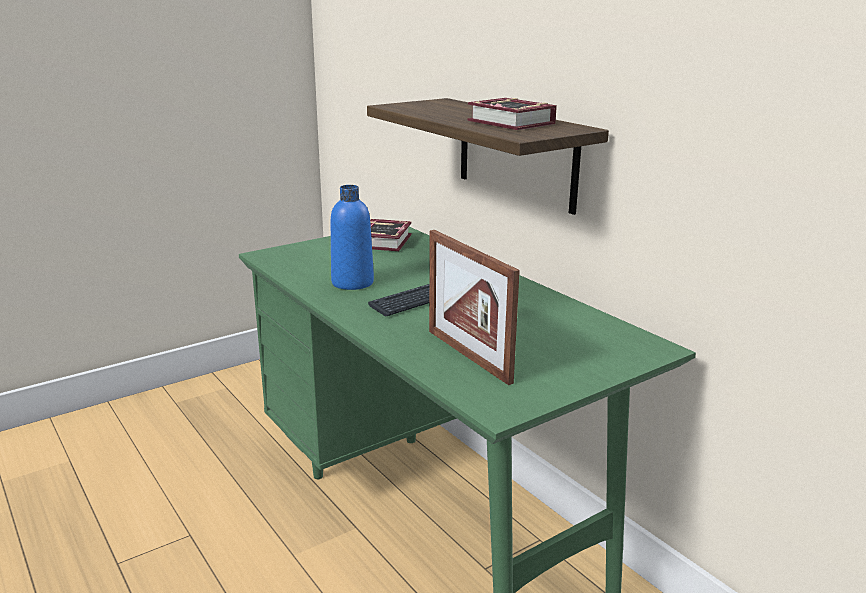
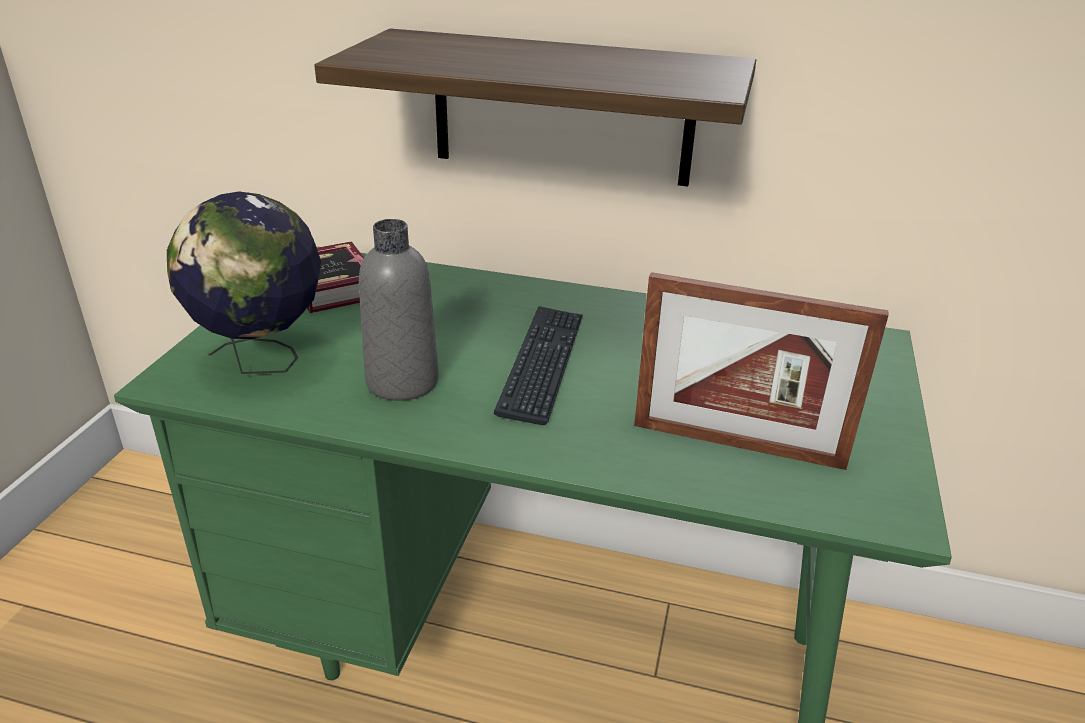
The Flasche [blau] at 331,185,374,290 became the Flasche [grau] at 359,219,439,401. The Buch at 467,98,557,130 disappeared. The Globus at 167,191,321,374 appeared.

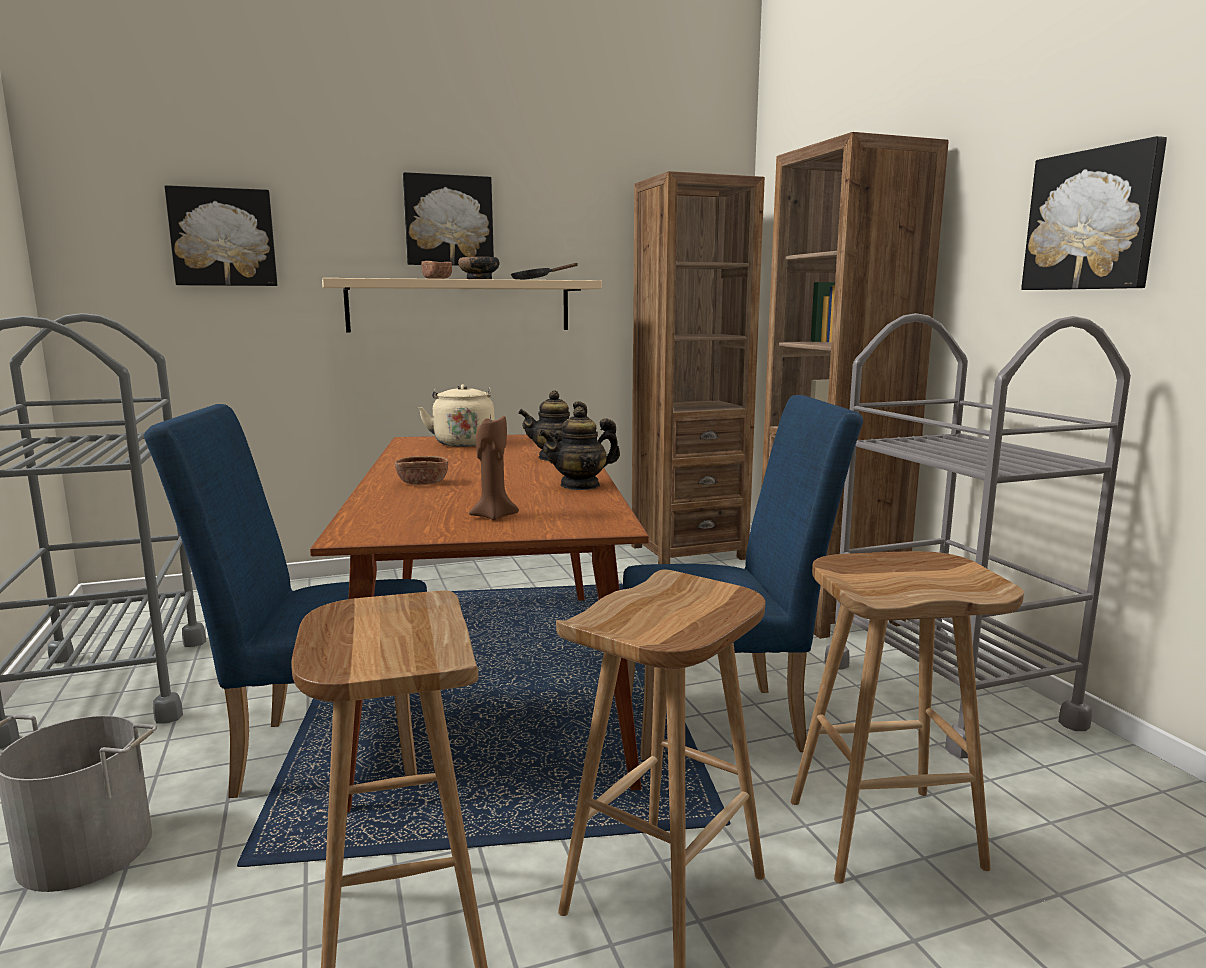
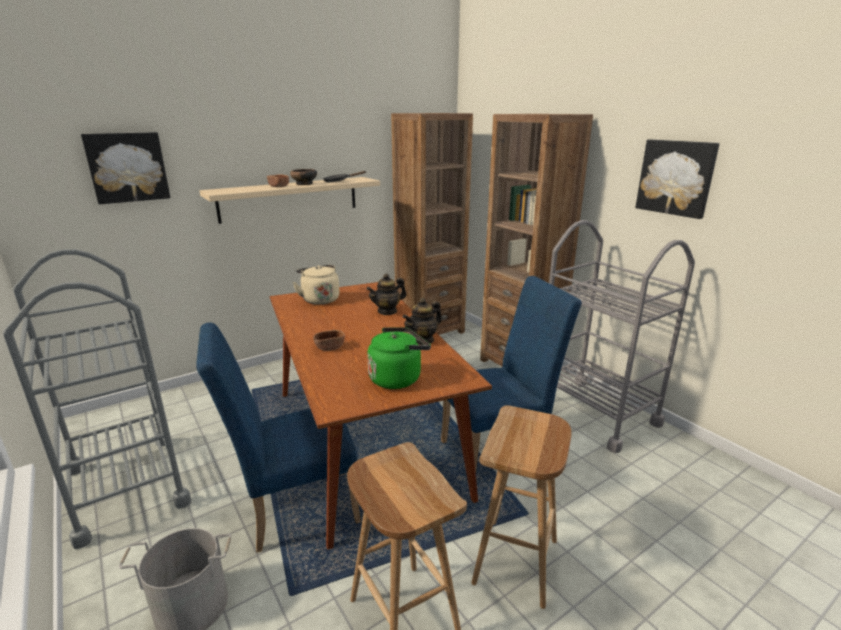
The Bild at 403,172,494,266 disappeared. The Kerze [braun] at 469,414,519,520 was replaced by the Wasserkessel [grün] at 367,327,431,389. The Hocker [braun] at 791,551,1024,883 disappeared.

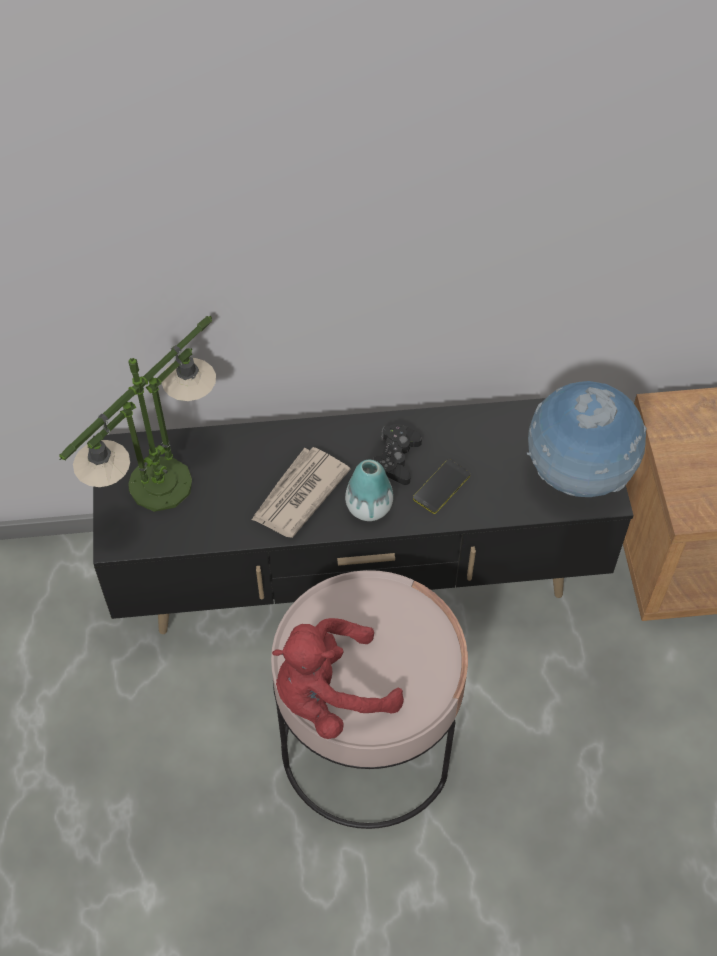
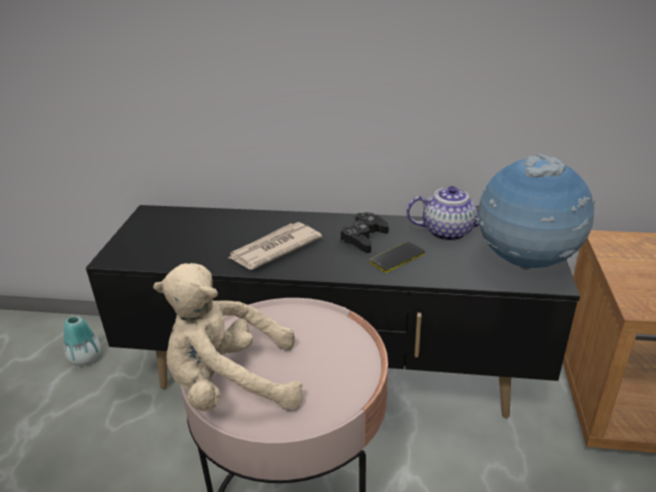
The Tischlampe at 59,315,216,512 disappeared. The Plüschtier [rot] at 272,618,404,739 became the Plüschtier [beige] at 153,263,303,411. The Vase moved from 345,460,393,521 to 64,316,100,366. The Teekanne at 406,186,479,241 appeared.

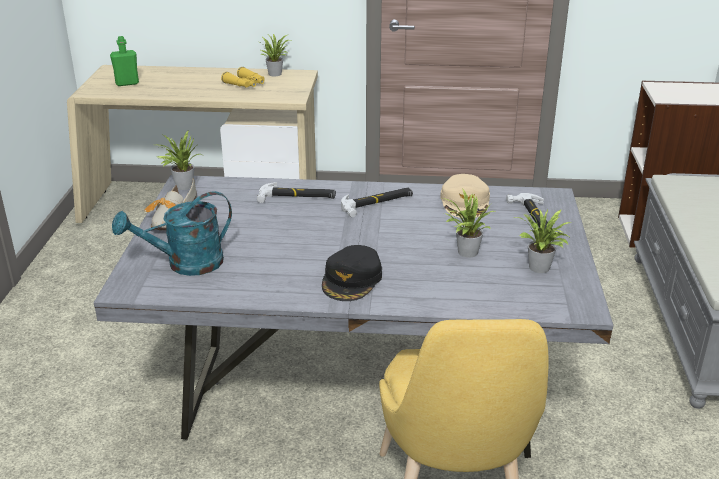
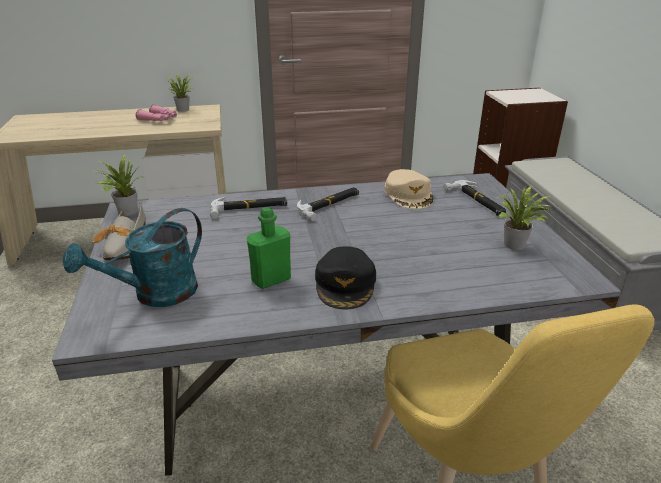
The Flasche [grün] moved from 110,36,139,86 to 247,207,291,289. The Fernglas [gelb] at 221,67,265,88 became the Fernglas [rosa] at 136,105,177,121. The Topfpflanze at 443,188,495,258 disappeared.

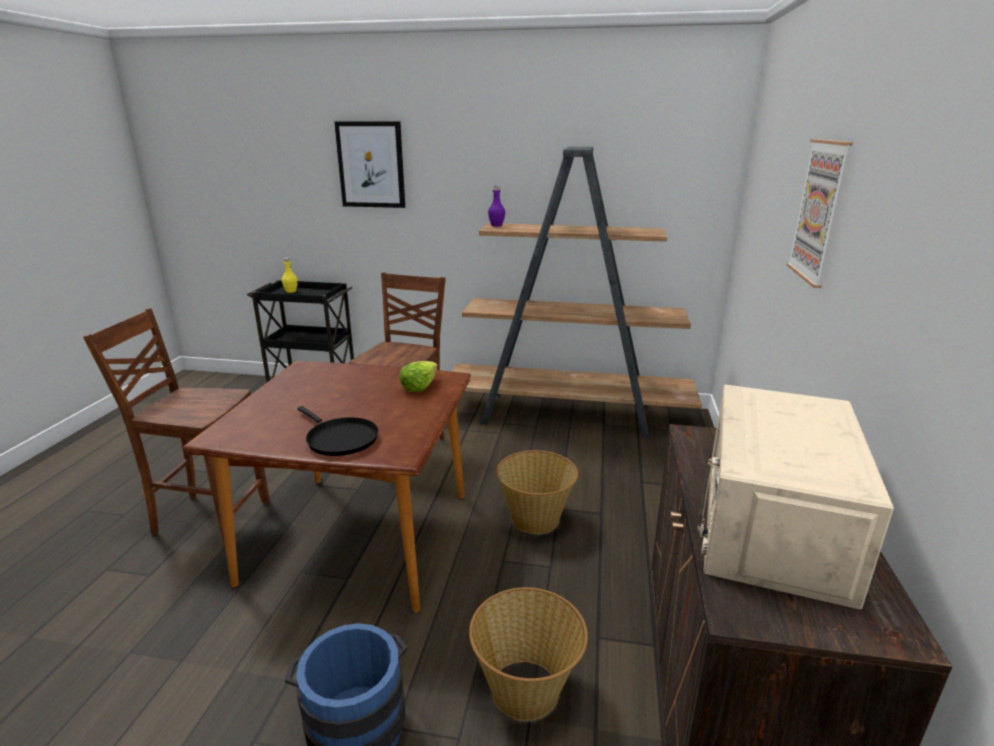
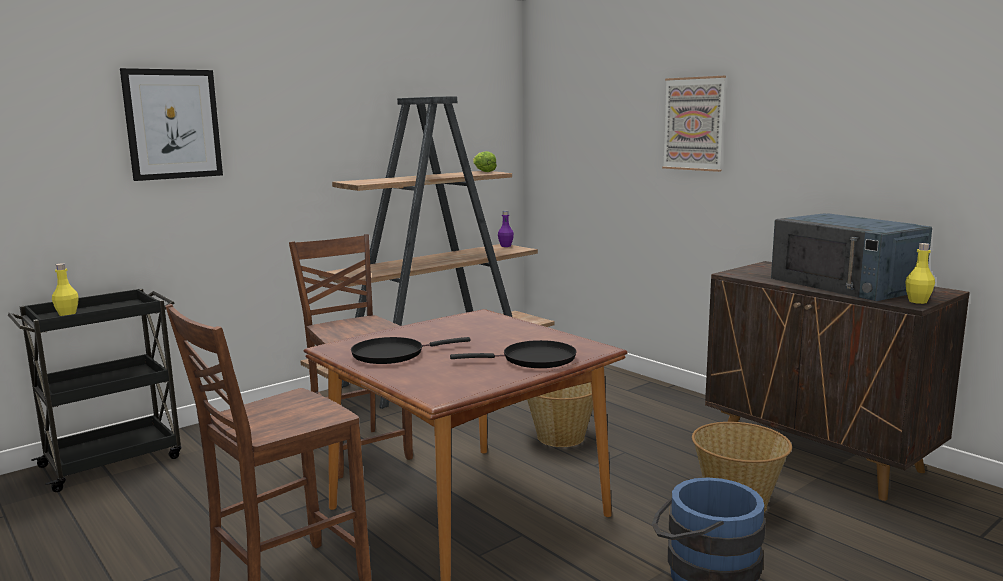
The Salatkopf moved from 399,361,438,392 to 473,151,497,172. The Flasche [lila] moved from 488,186,505,226 to 498,211,514,247. The Mikrowelle [beige] at 697,385,894,609 became the Mikrowelle [blau] at 771,213,932,301. The Pfanne [schwarz] at 351,337,471,364 appeared. The Flasche [gelb] at 905,243,935,304 appeared.

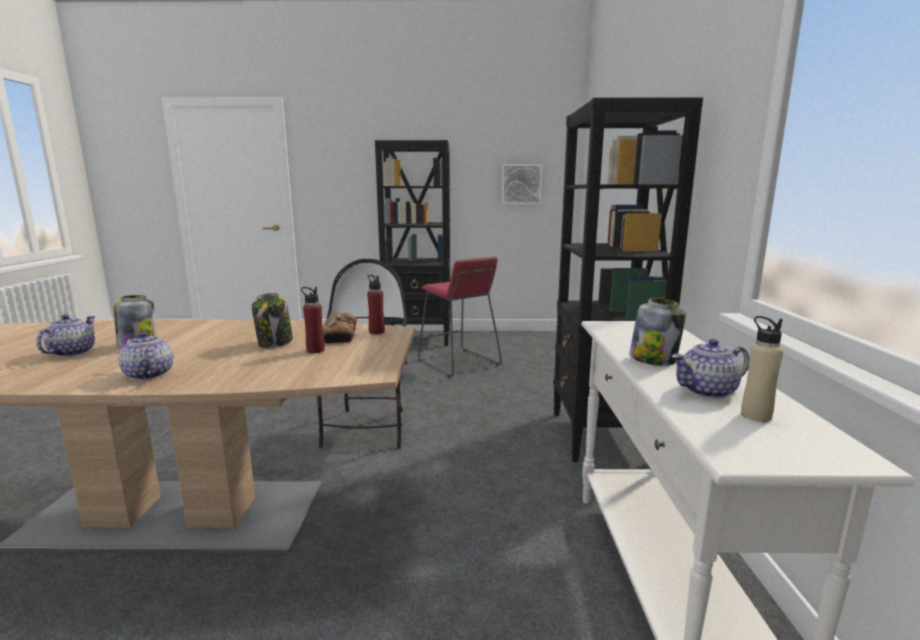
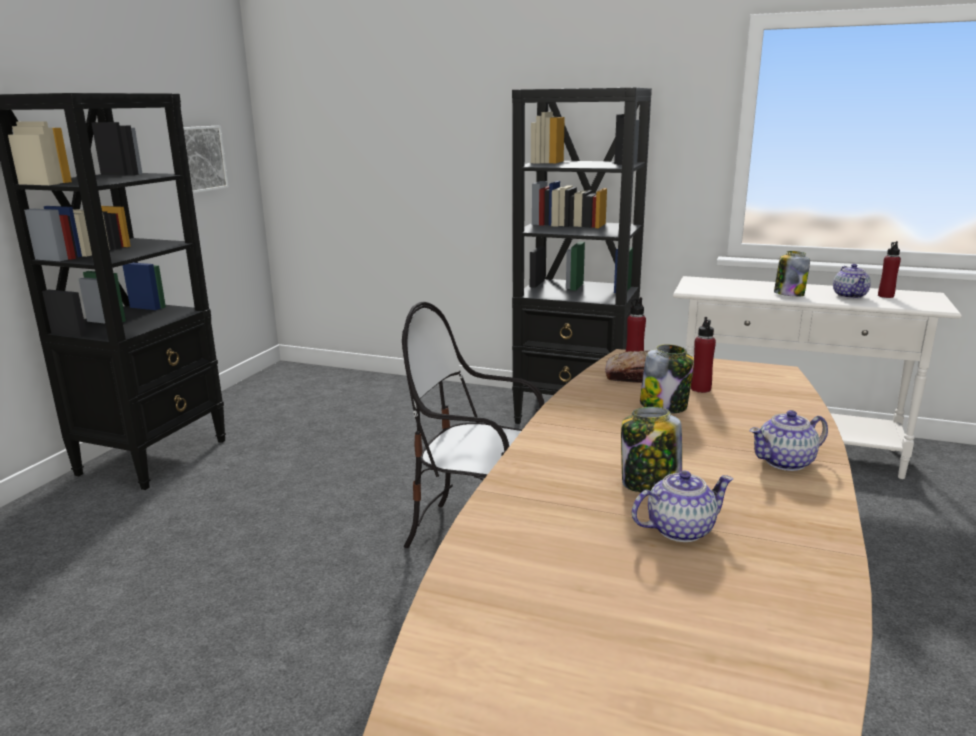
The Teekanne at 36,314,96,357 turned 135 degrees clockwise. The Hocker [rot] at 418,257,502,378 disappeared. The Flasche [beige] at 741,316,784,422 became the Flasche [rot] at 878,241,901,298.

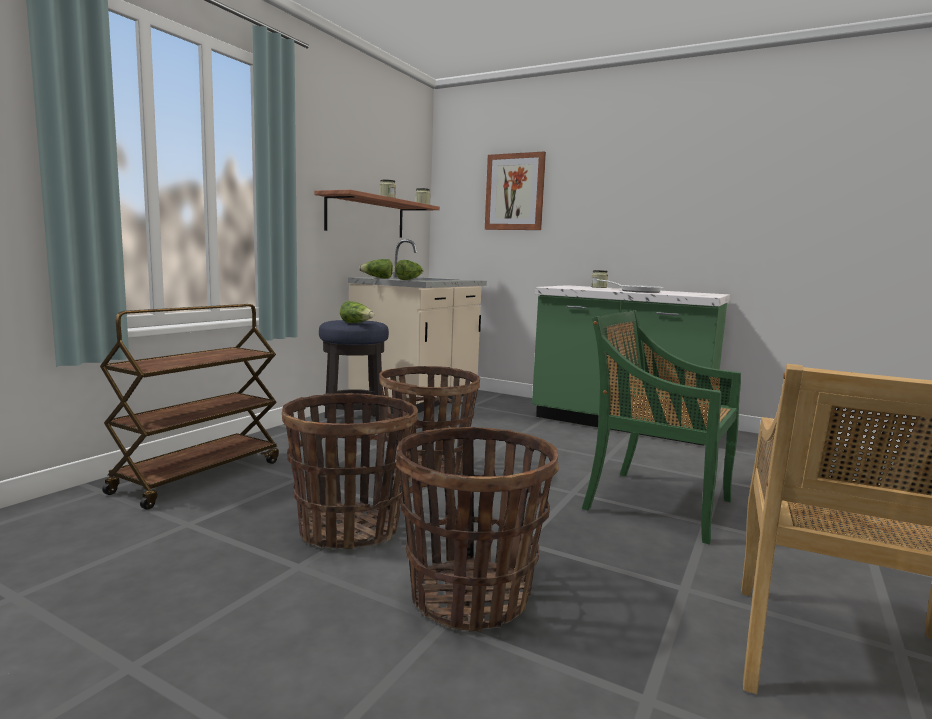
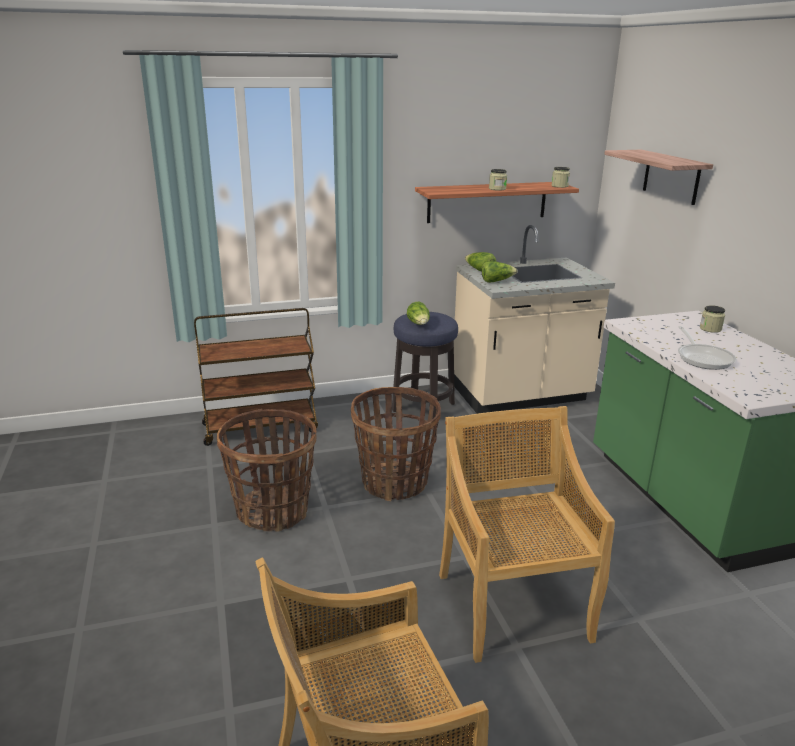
The Korb at 396,427,559,632 disappeared. The Bild at 485,152,546,230 was replaced by the Wandregal at 604,150,713,205. The Stuhl [grün] at 582,310,741,545 became the Stuhl [beige] at 439,406,615,663.

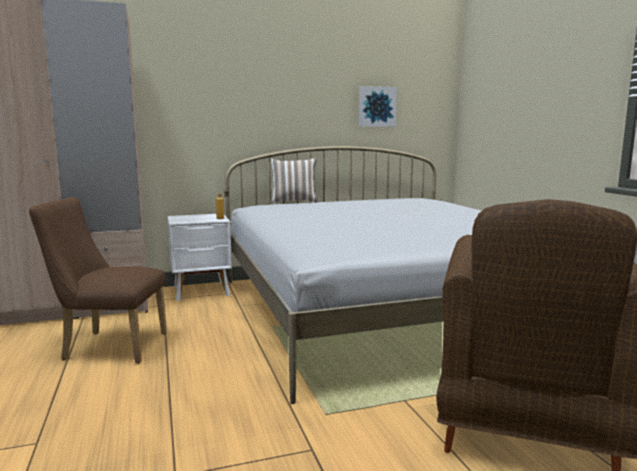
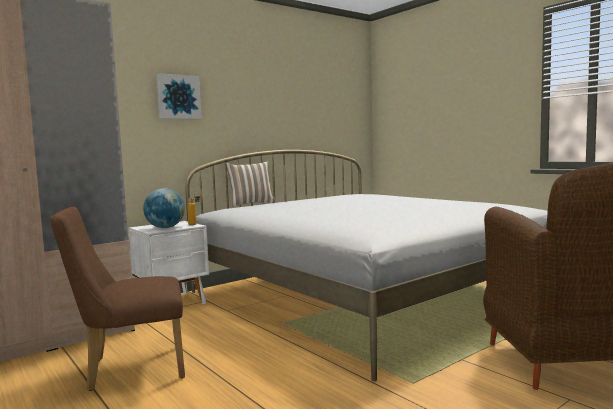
The Bild moved from 359,86,397,127 to 156,73,202,119. The Globus at 143,188,185,228 appeared.

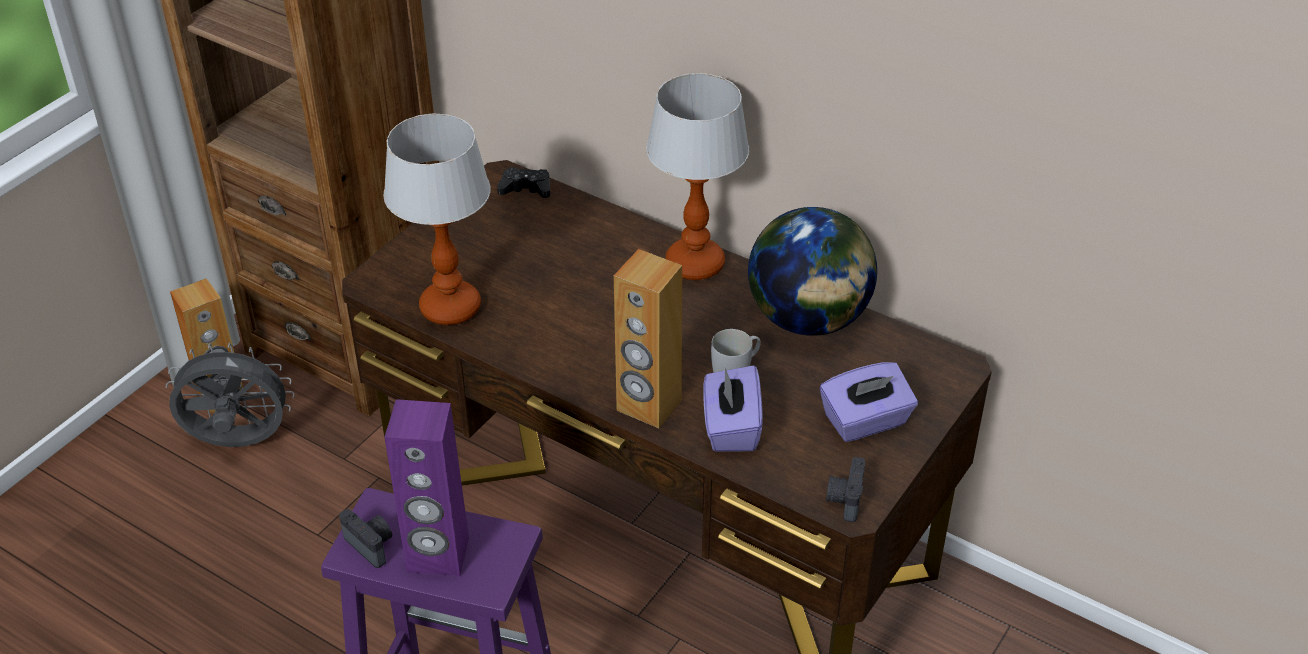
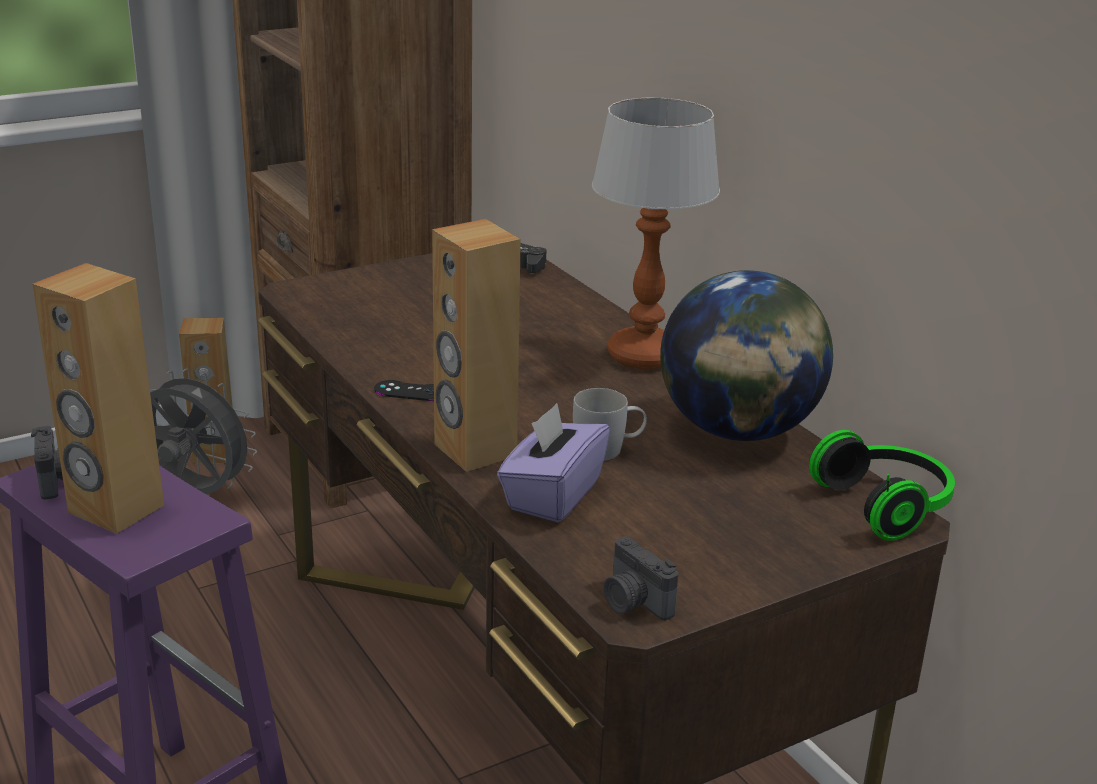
The Tischlampe at 383,113,491,325 disappeared. The Lautsprecher [lila] at 384,399,469,576 became the Lautsprecher [braun] at 32,263,164,534. The Taschentuchbox [lila] at 820,362,918,442 disappeared. The Kamera at 826,457,865,522 turned 75 degrees counterclockwise. The Gamepad [schwarz] at 374,380,434,401 appeared. The Kopfhörer at 809,430,955,541 appeared.

